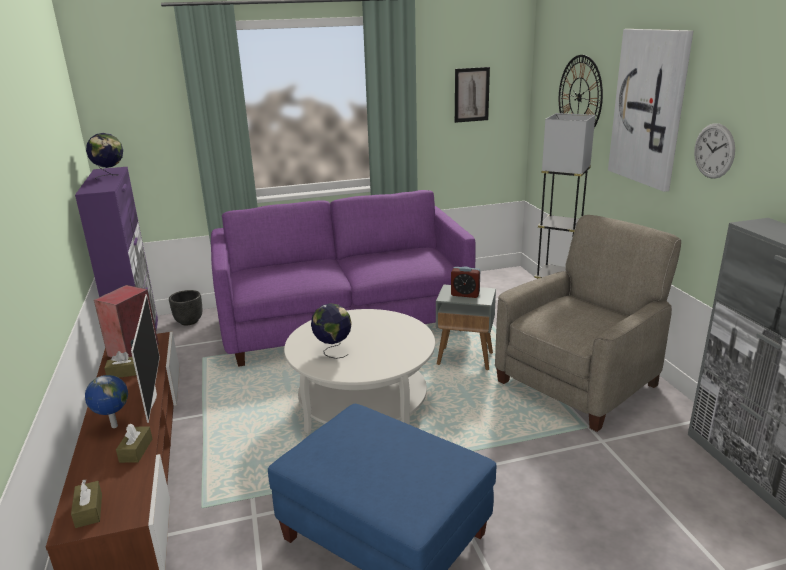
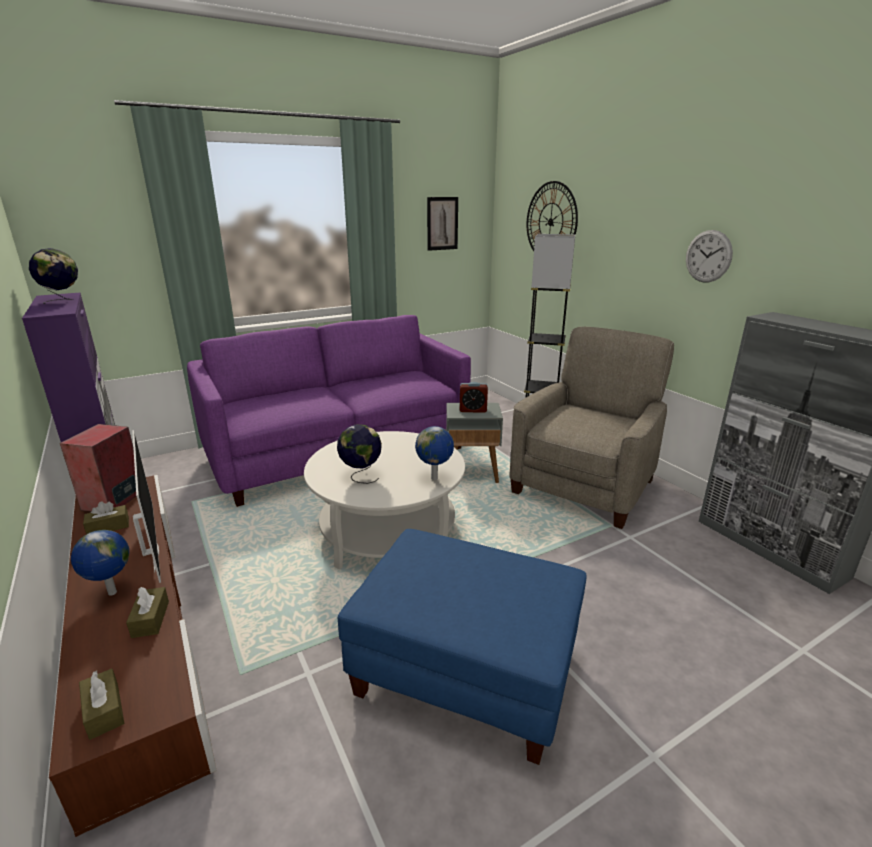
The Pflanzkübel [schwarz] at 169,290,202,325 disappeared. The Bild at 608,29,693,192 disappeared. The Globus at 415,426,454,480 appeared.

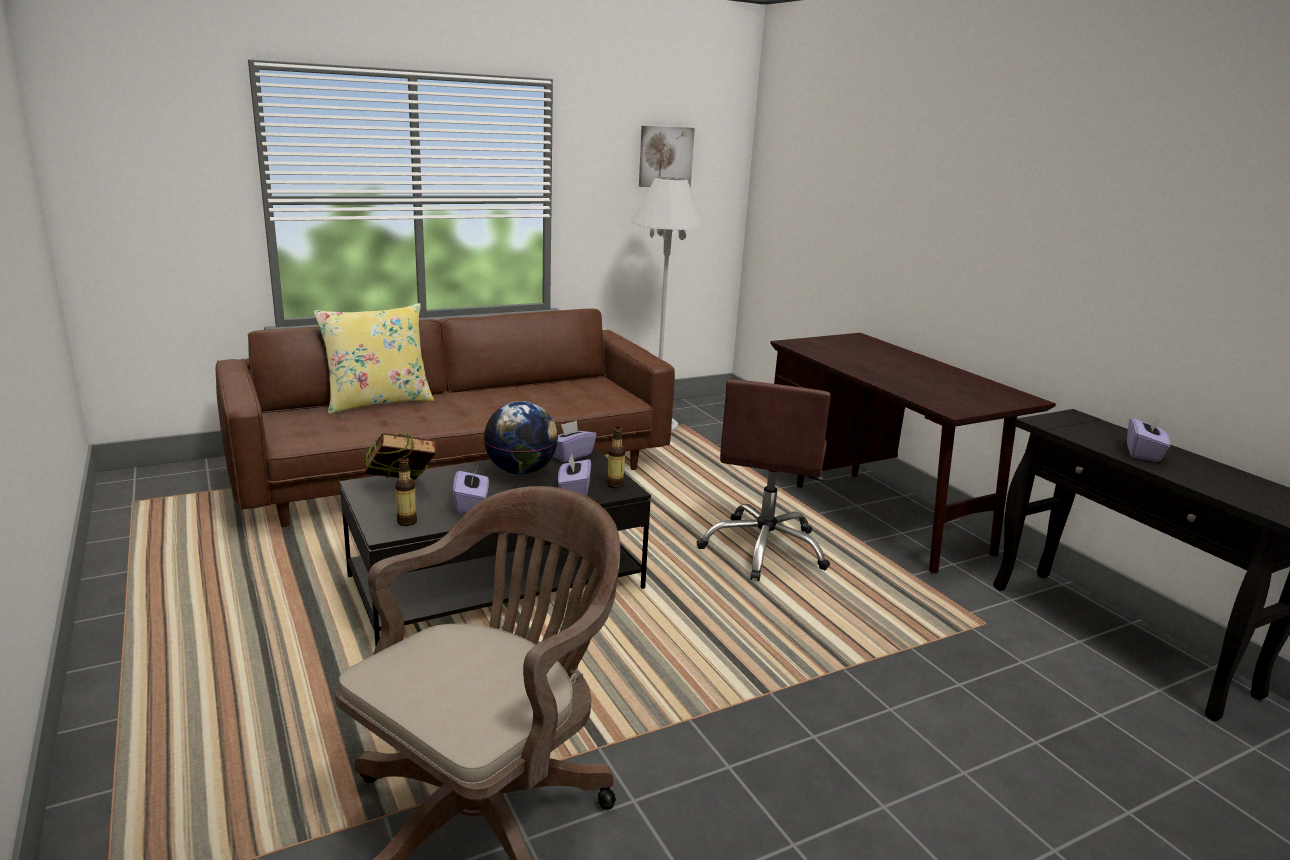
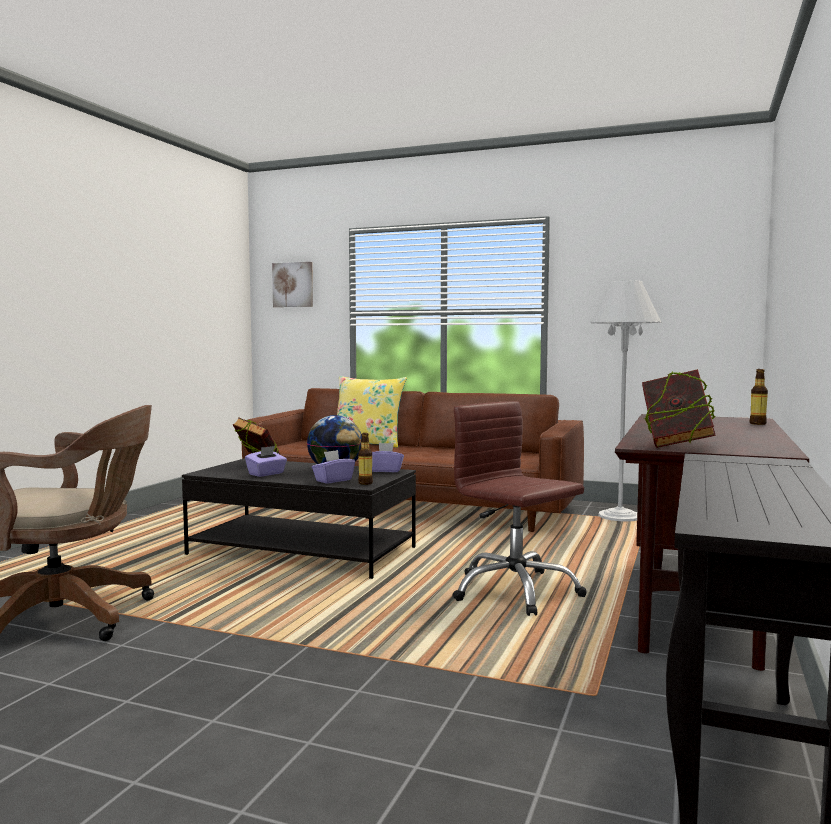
The Flasche moved from 395,457,417,526 to 750,369,768,425. The Bild moved from 639,126,695,187 to 272,262,313,307. The Bürostuhl [braun] at 697,379,831,581 turned 75 degrees clockwise. The Taschentuchbox [lila] at 1127,415,1170,462 disappeared. The Buch at 642,369,716,448 appeared.

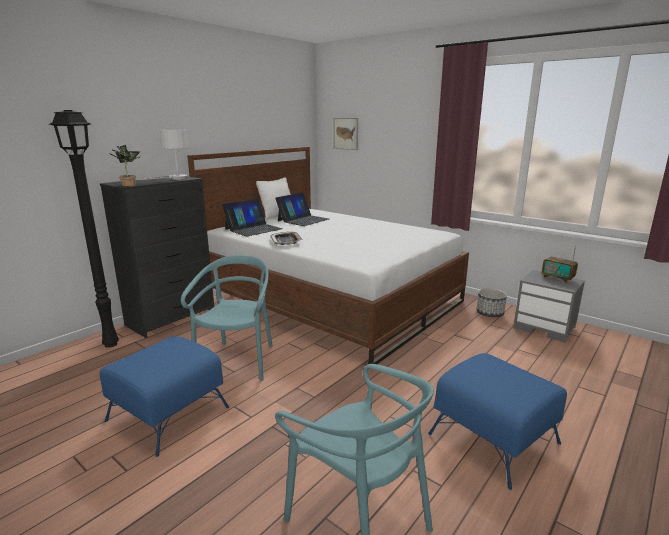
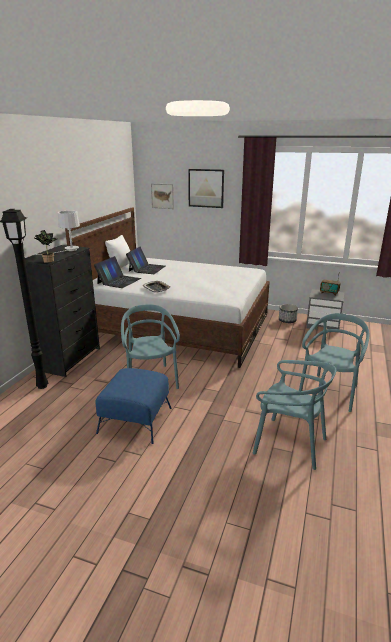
The Polsterhocker [blau] at 428,353,567,490 was replaced by the Stuhl [türkis] at 299,313,369,412. The Bild at 188,169,224,208 appeared.

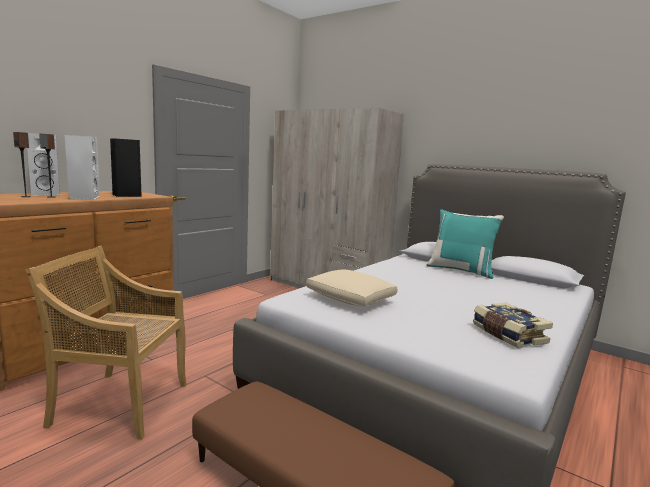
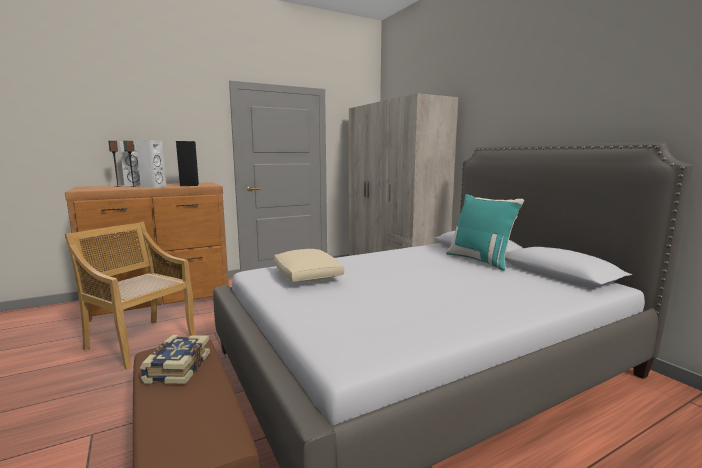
The Buch moved from 473,302,553,348 to 140,335,210,384.

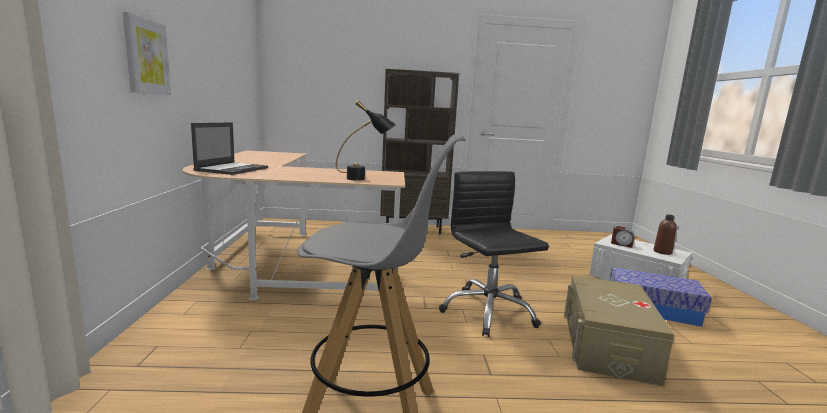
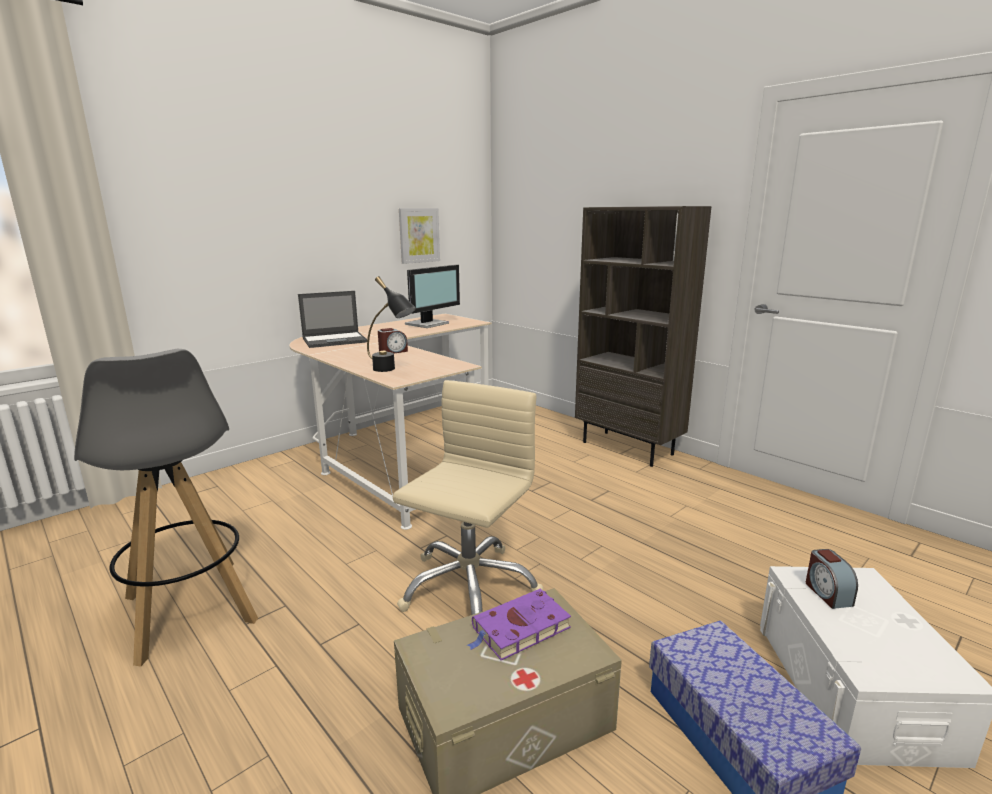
The Bild moved from 123,12,171,95 to 399,208,440,264. The Bürostuhl [schwarz] at 439,171,549,337 became the Bürostuhl [beige] at 392,380,543,615. The Flasche [braun] at 654,214,677,255 disappeared. The Wecker at 378,328,408,354 appeared. The Monitor at 405,265,460,328 appeared. The Buch [lila] at 467,589,571,660 appeared.

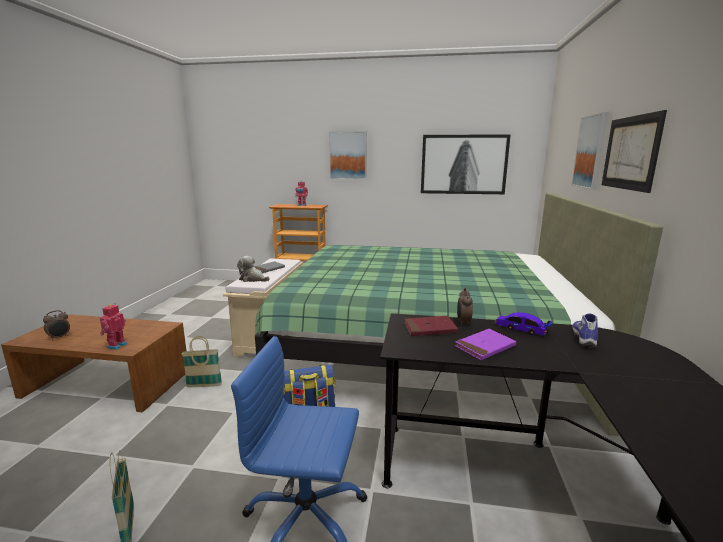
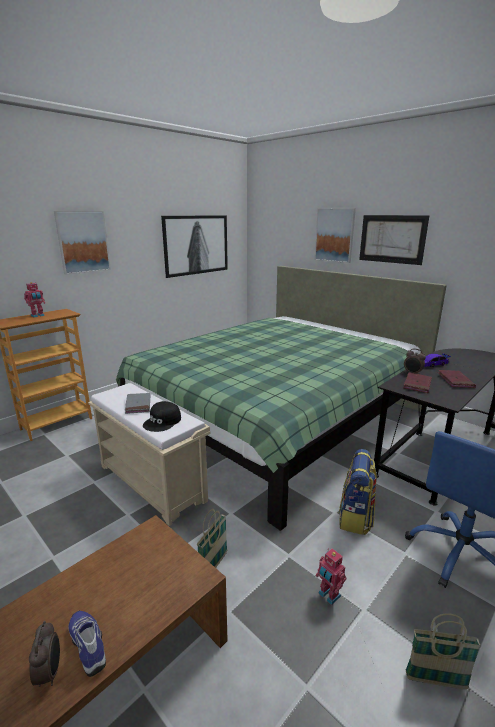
The Spielzeugroboter moved from 100,303,128,350 to 316,548,346,605. The Plüschtier at 237,256,270,282 was replaced by the Kappe [schwarz] at 143,401,181,432. The Buch [lila] at 455,329,516,361 became the Buch [rot] at 437,370,476,388. The Schuh moved from 572,314,598,348 to 68,610,106,677.

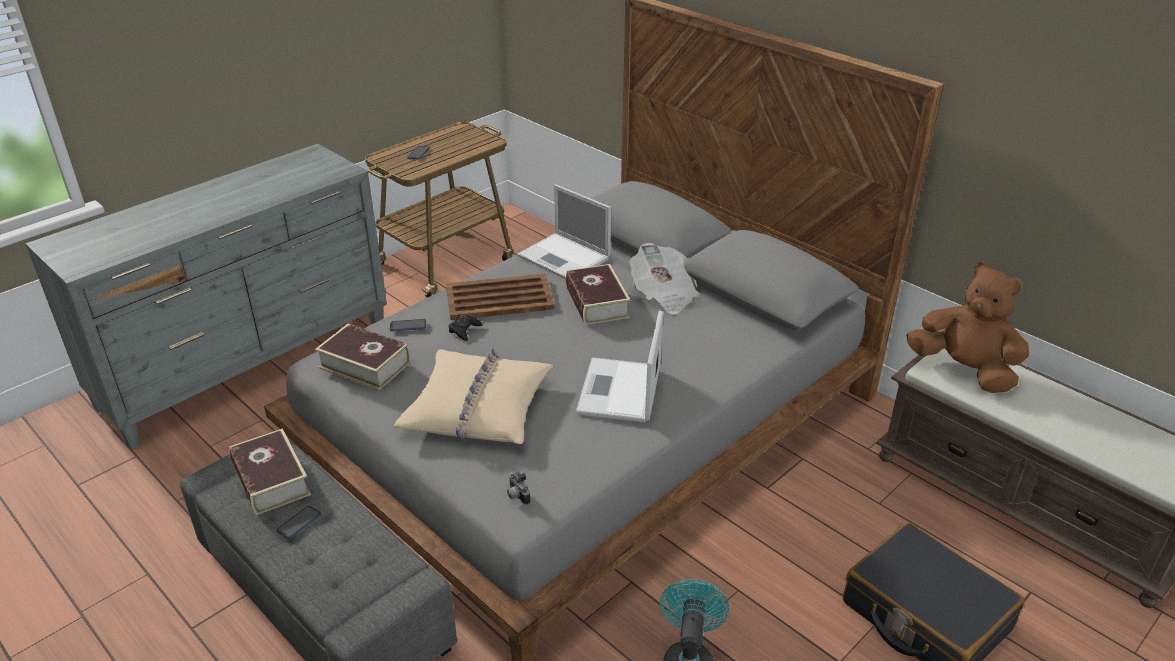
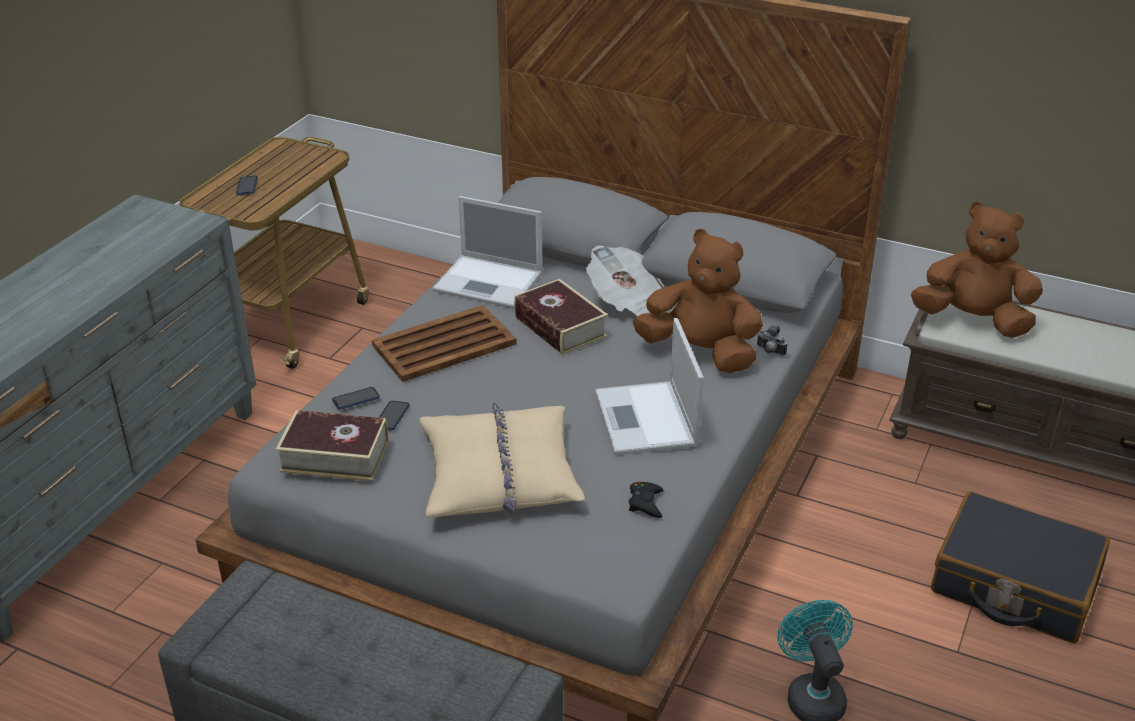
The Buch at 229,428,311,515 disappeared. The Handy moved from 276,506,321,539 to 379,401,410,431. The Gamepad [schwarz] moved from 448,315,483,341 to 629,482,663,518. The Kamera moved from 507,472,531,505 to 757,325,787,356. The Plüschtier [braun] at 633,229,763,373 appeared.

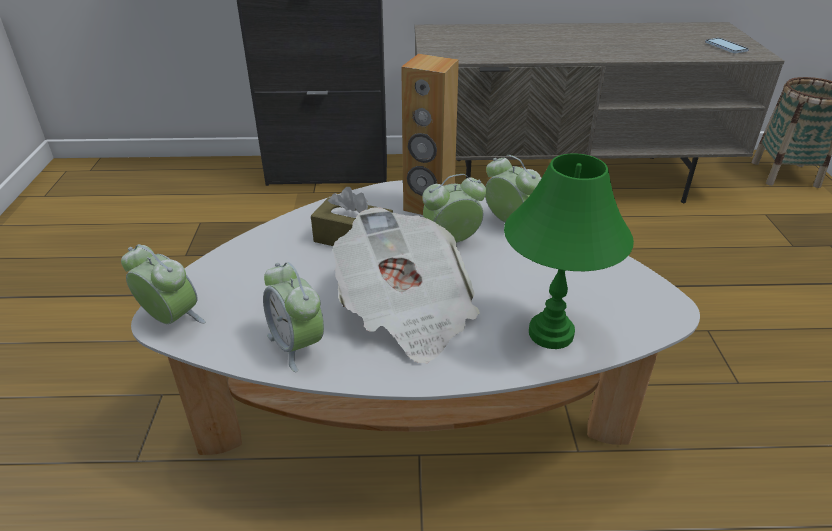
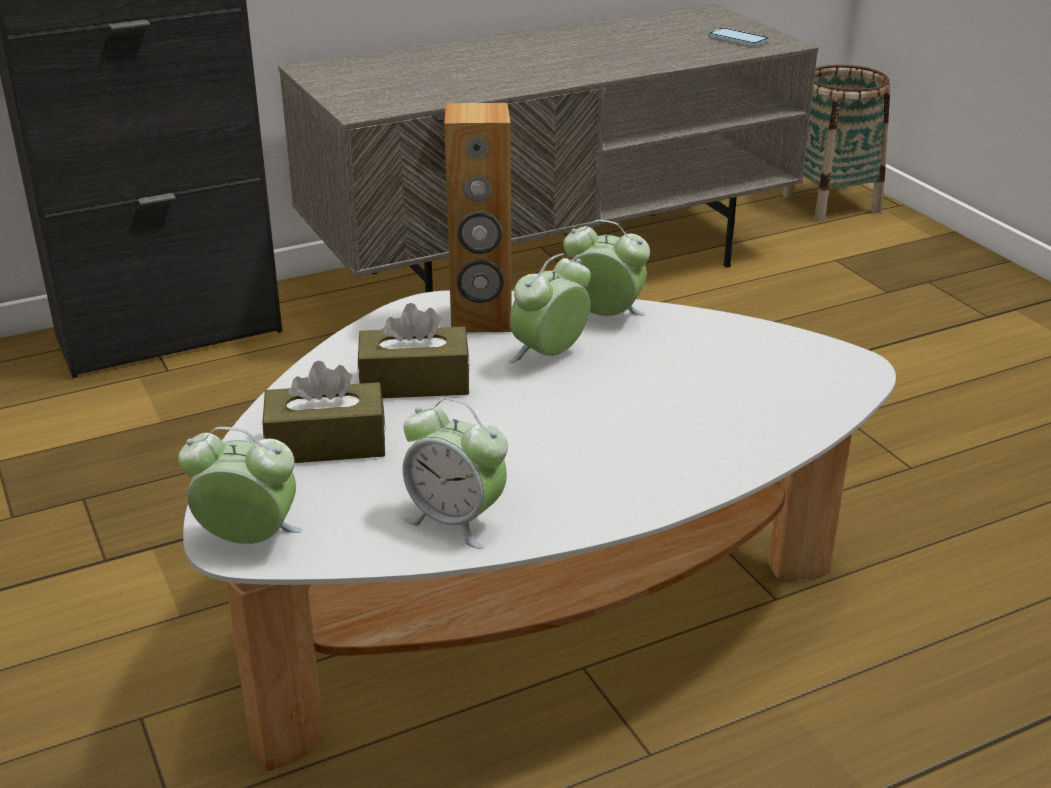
The Zeitung at 332,207,480,363 disappeared. The Tischlampe [grün] at 504,153,634,349 disappeared. The Taschentuchbox [braun] at 262,361,386,463 appeared.

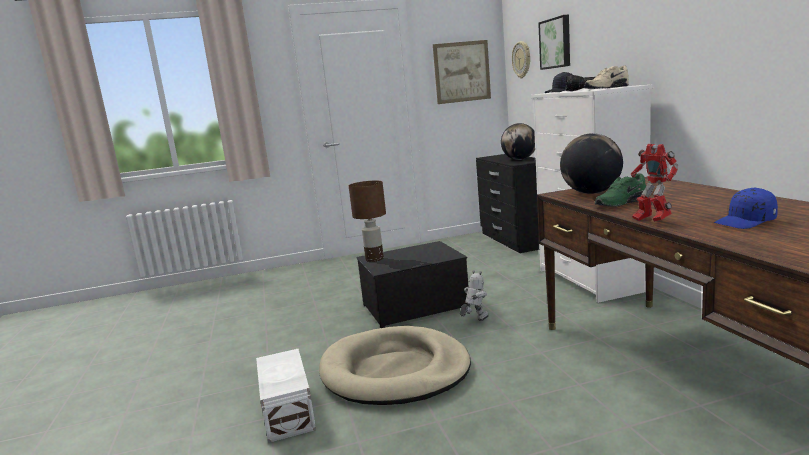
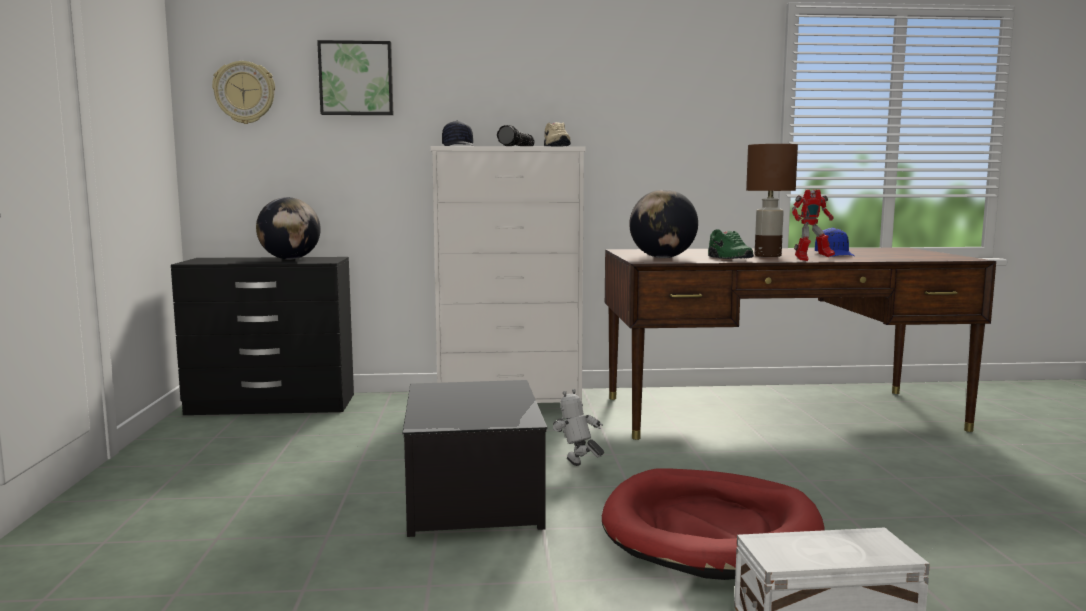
The Hundebett [beige] at 319,326,471,405 became the Hundebett [rot] at 602,468,825,580. The Tischlampe [braun] moved from 349,181,386,262 to 746,144,798,257. The Bild at 433,40,491,104 disappeared.

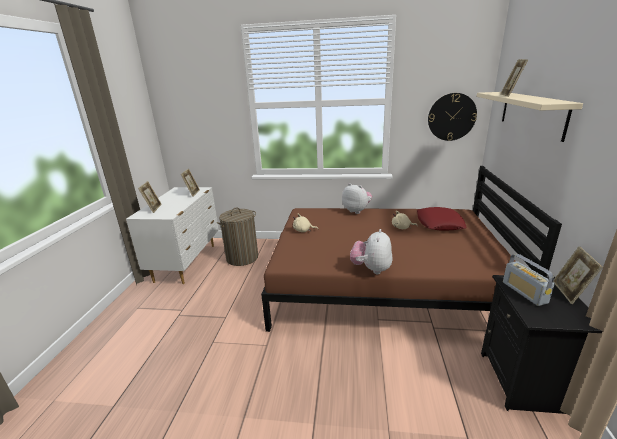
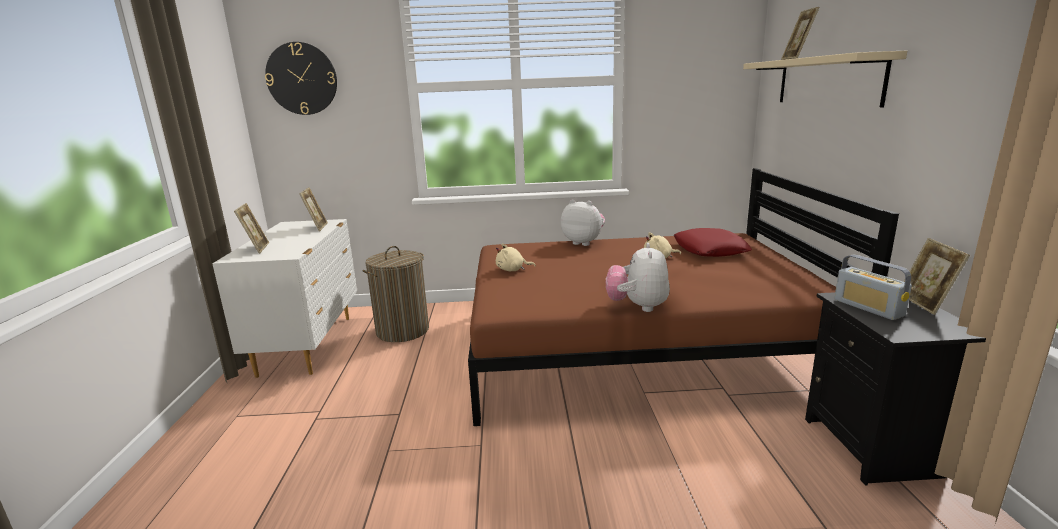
The Wanduhr moved from 428,93,477,141 to 265,42,337,115.

